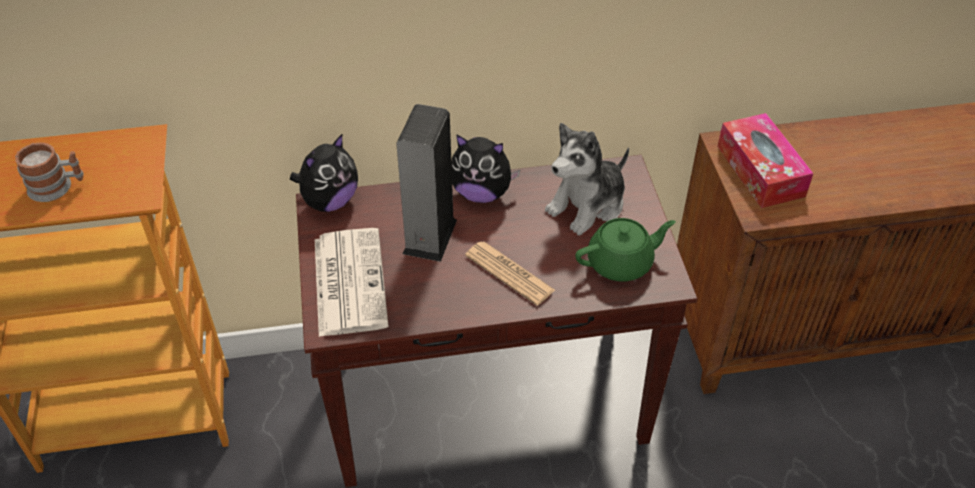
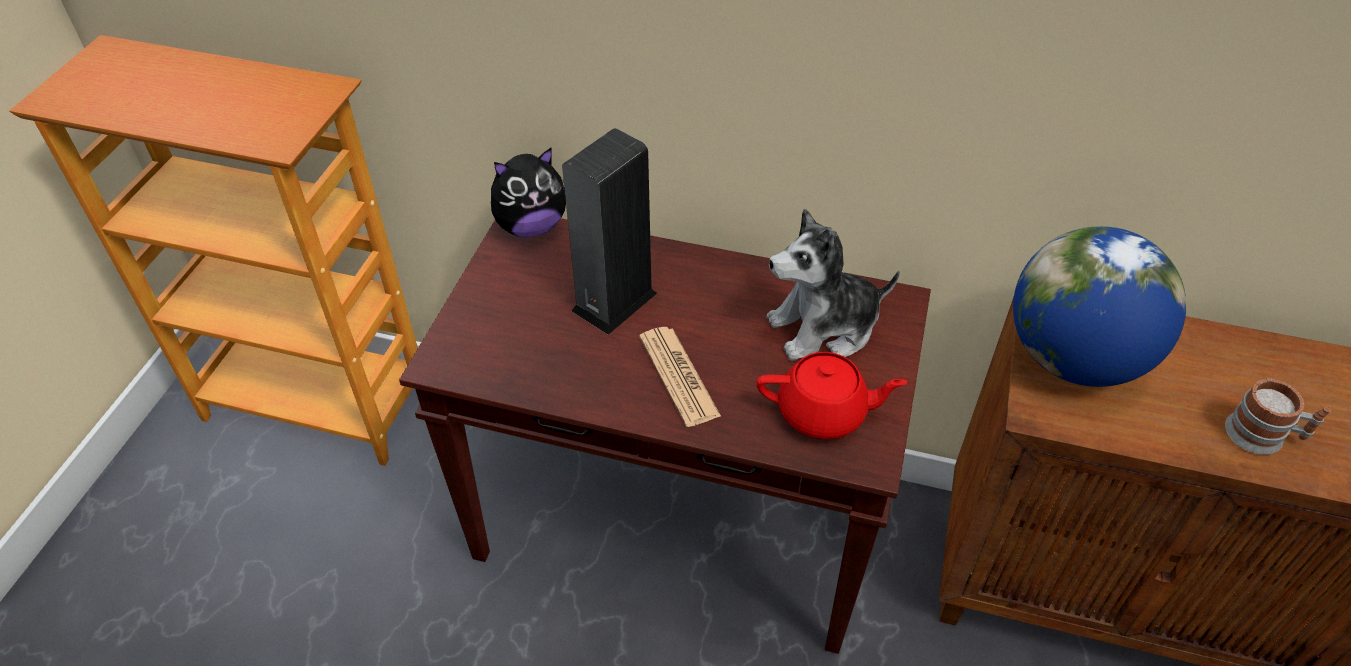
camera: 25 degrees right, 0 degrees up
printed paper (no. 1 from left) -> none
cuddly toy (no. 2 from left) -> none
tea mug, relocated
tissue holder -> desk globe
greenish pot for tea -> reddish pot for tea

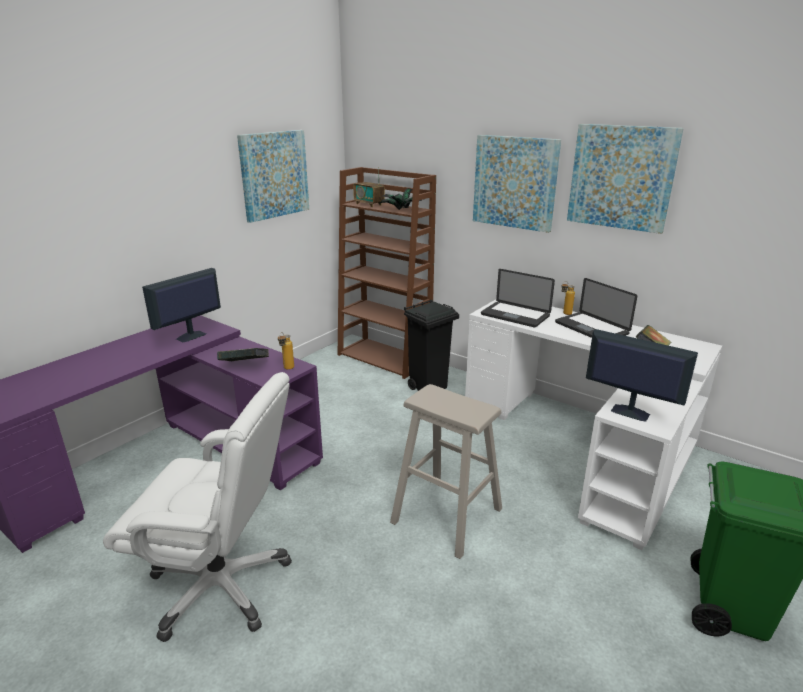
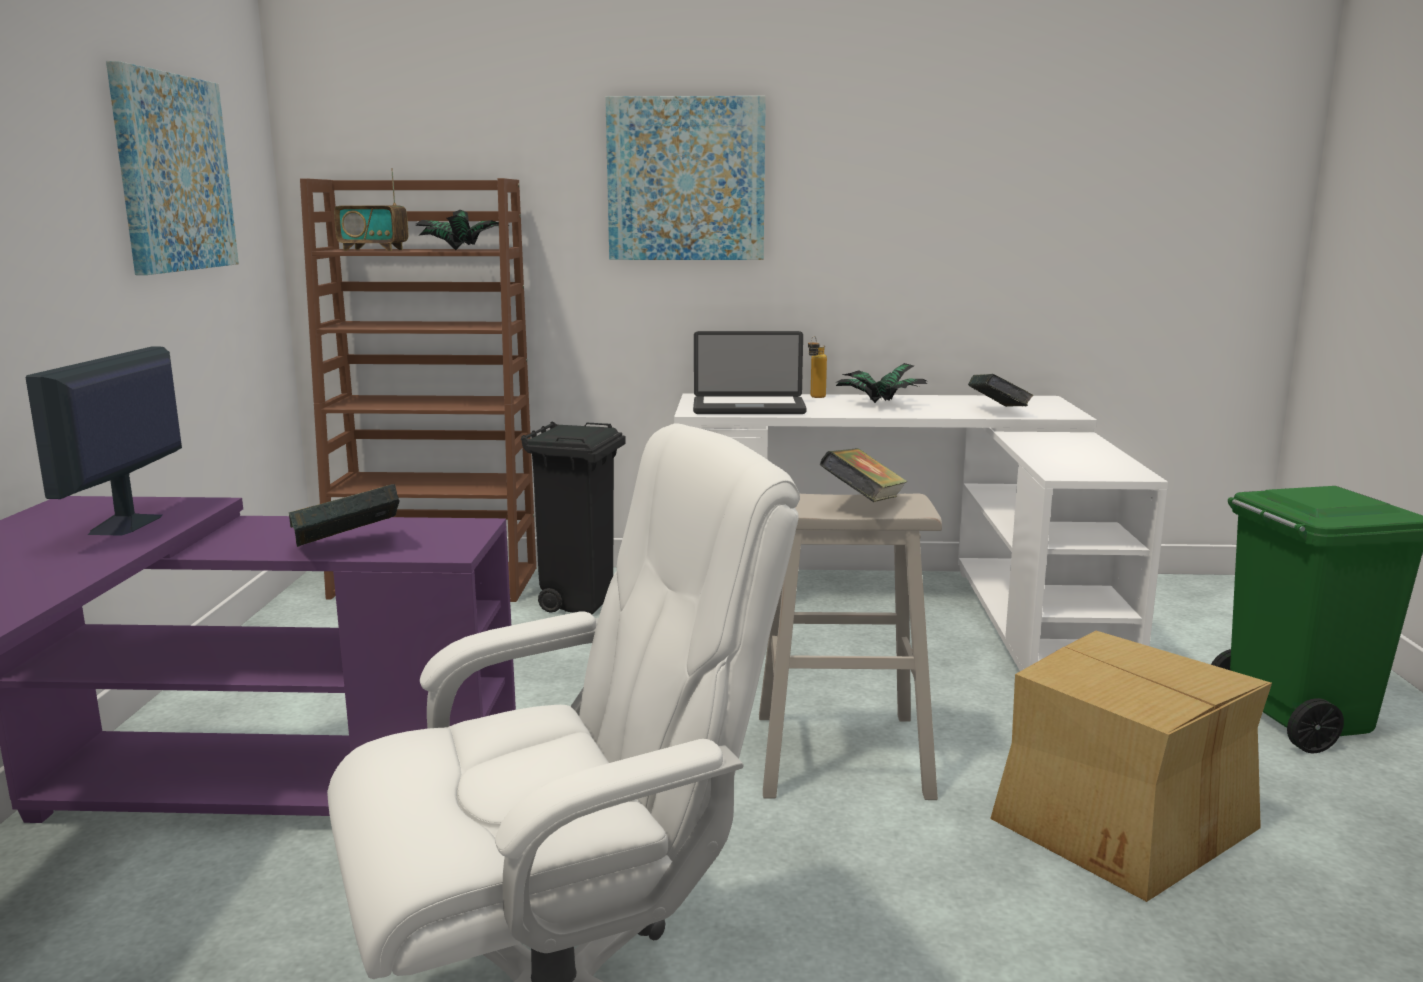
camera: 35 degrees left, 10 degrees down
drink bottle (no. 1 from left) -> none
picture (no. 3 from left) -> none
monitor (no. 2 from left) -> none
none -> bound book (no. 2 from left)
none -> packing box
portable computer (no. 2 from left) -> plant in a pot (no. 2 from left)

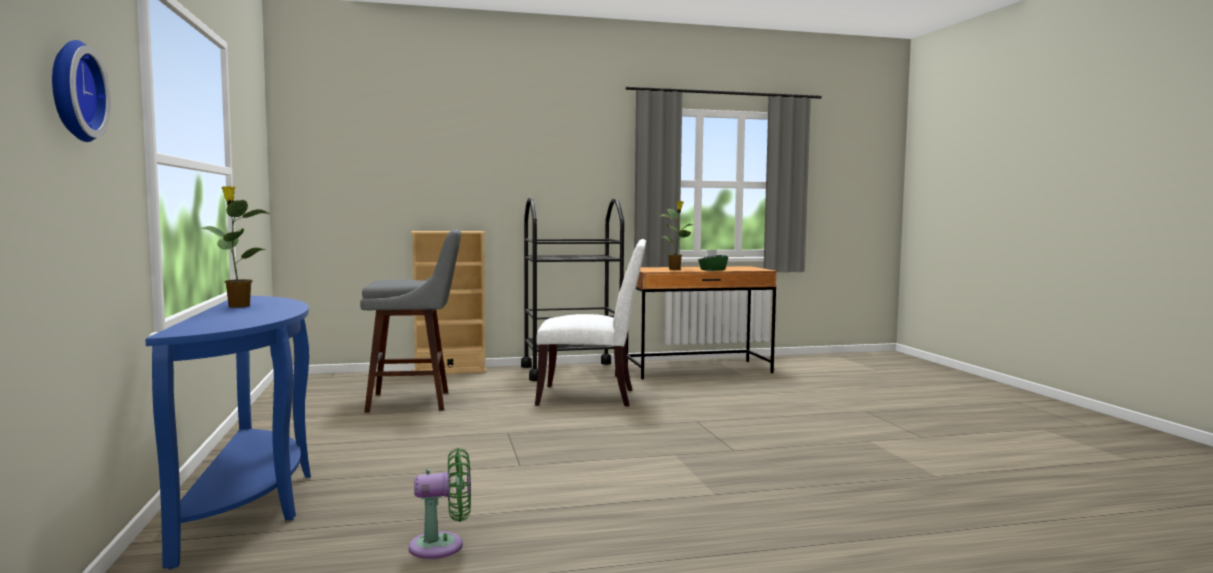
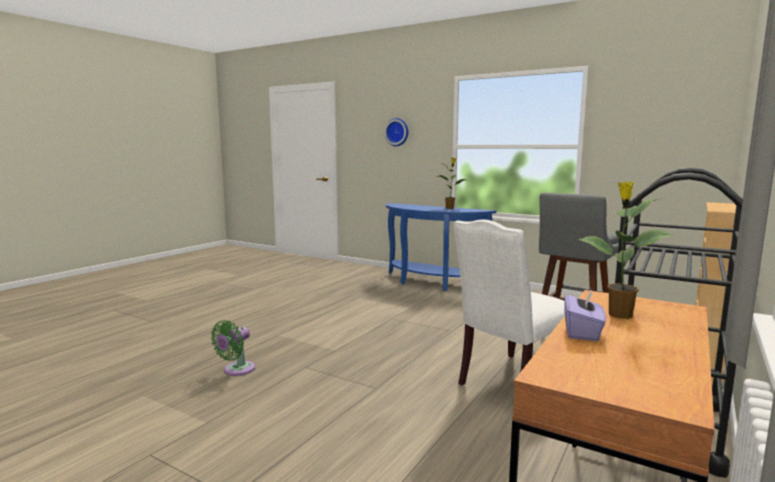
camera: 135 degrees right, 5 degrees up
greenish fan, relocated
greenish tissue holder -> purplish tissue holder

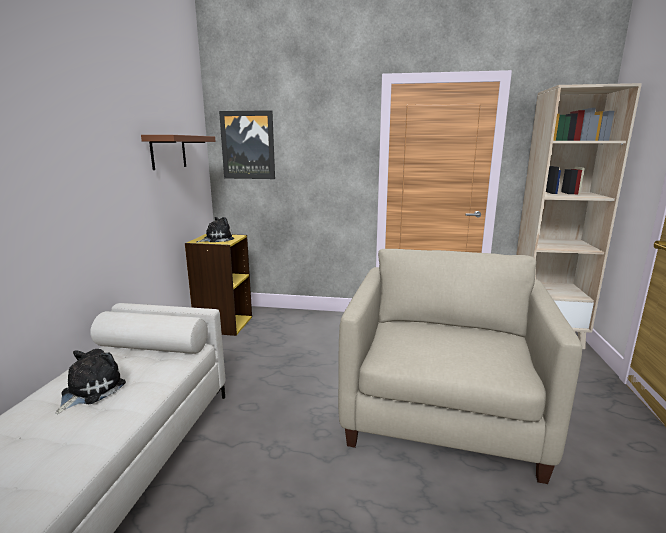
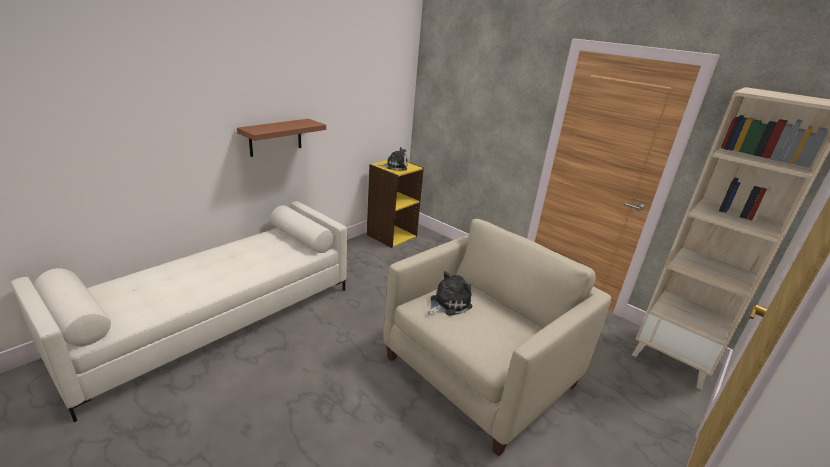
camera: 30 degrees right, 10 degrees up
picture -> none
cuddly toy (no. 1 from left in the first image) -> cuddly toy (no. 2 from left), relocated
brown-coloured shelf, relocated

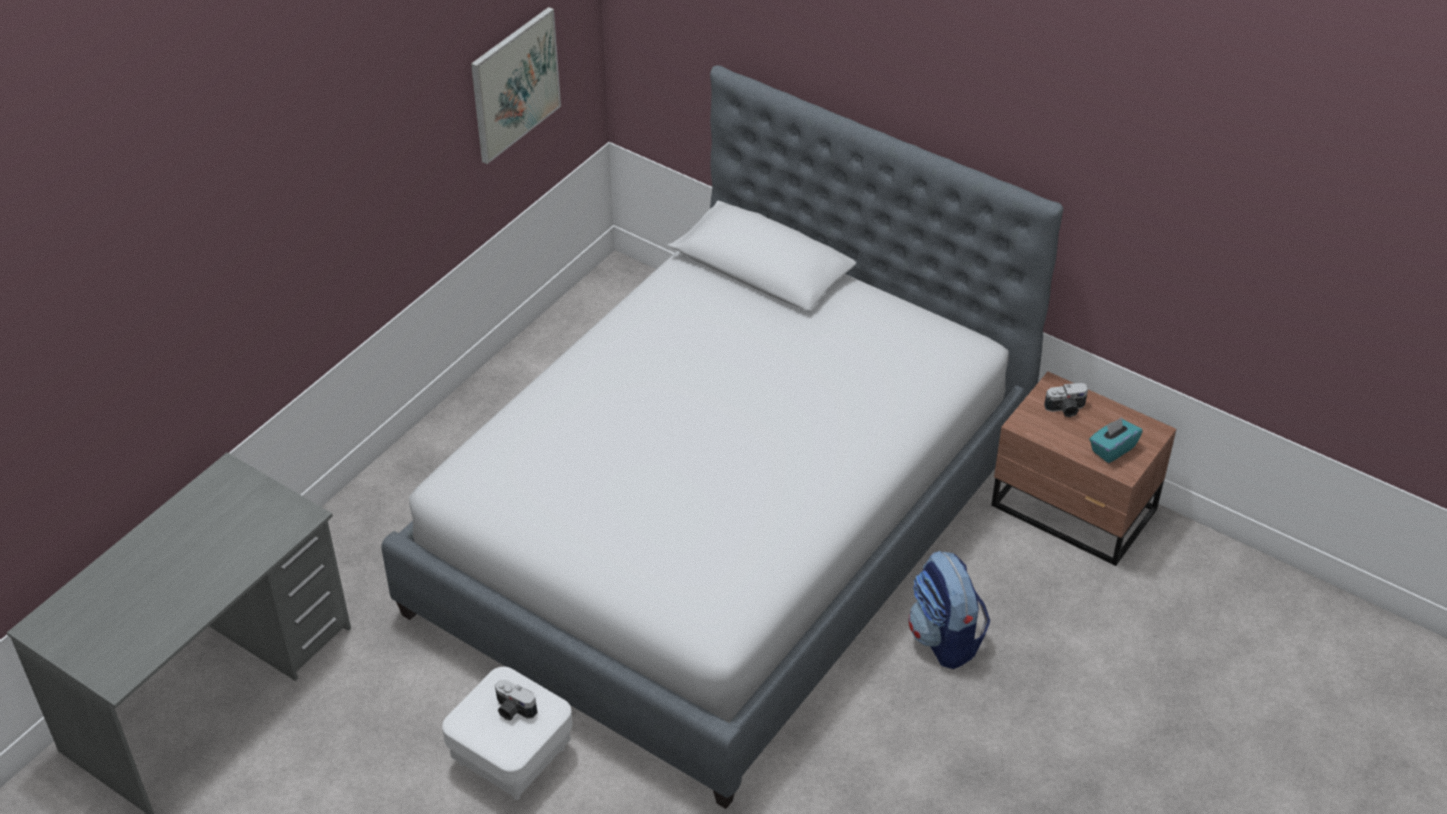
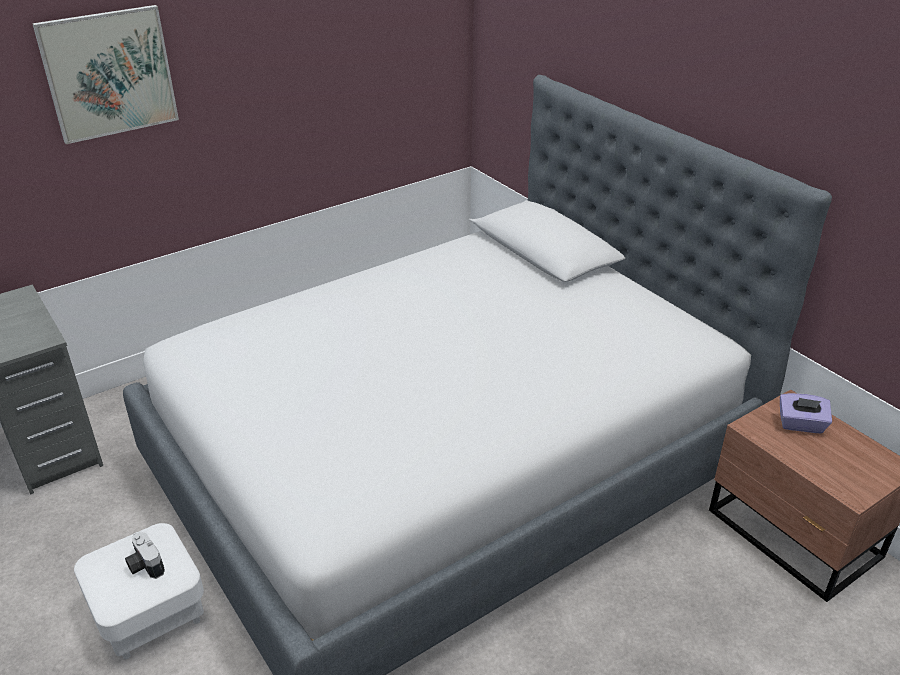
camera: 20 degrees right, 10 degrees down
knapsack -> none
turquoise-coloured tissue holder -> none
picture, relocated
photo camera (no. 2 from left) -> purplish tissue holder

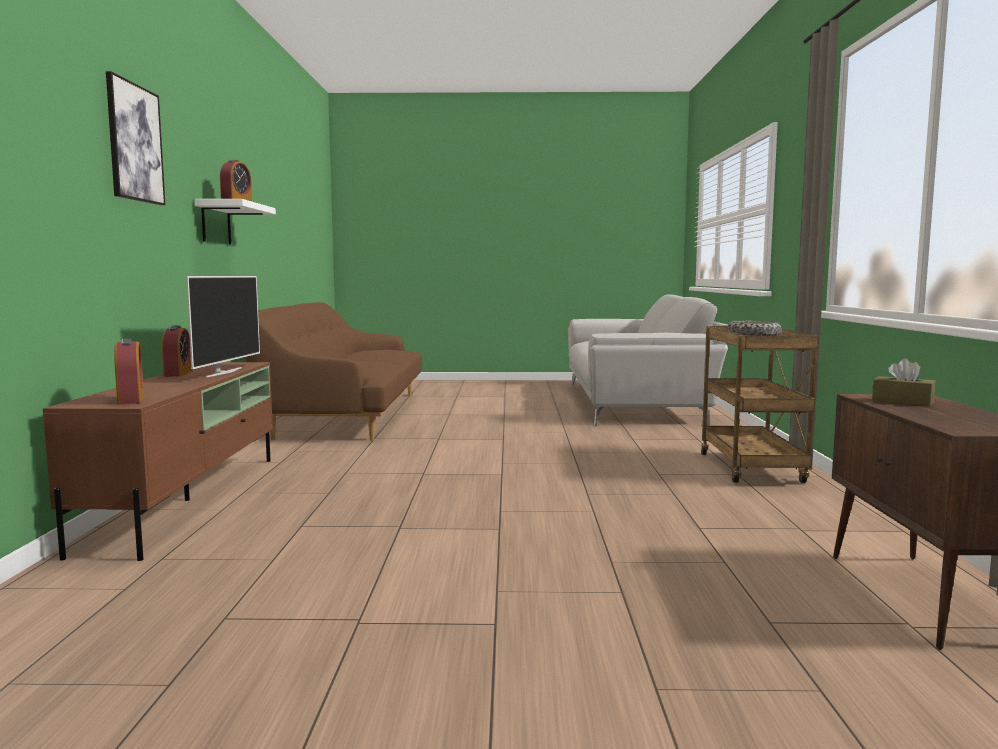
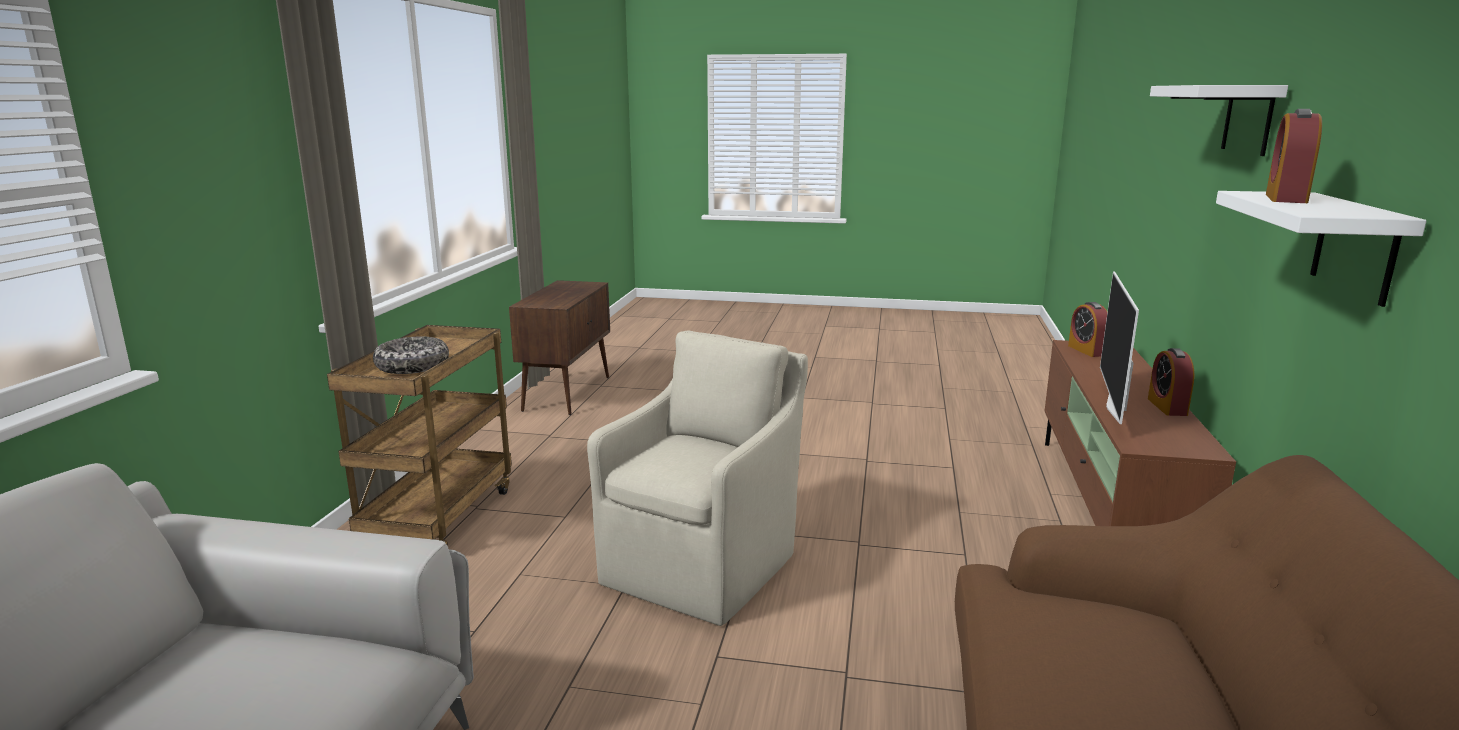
camera: 170 degrees left, 10 degrees up
brown-coloured tissue holder -> none
none -> sand-coloured armchair
picture -> whitish shelf (no. 1 from left)

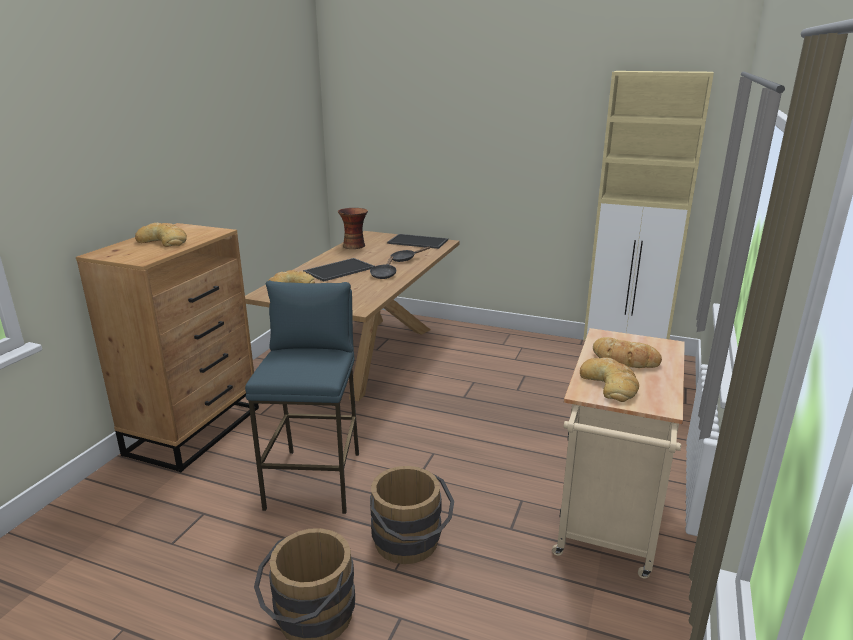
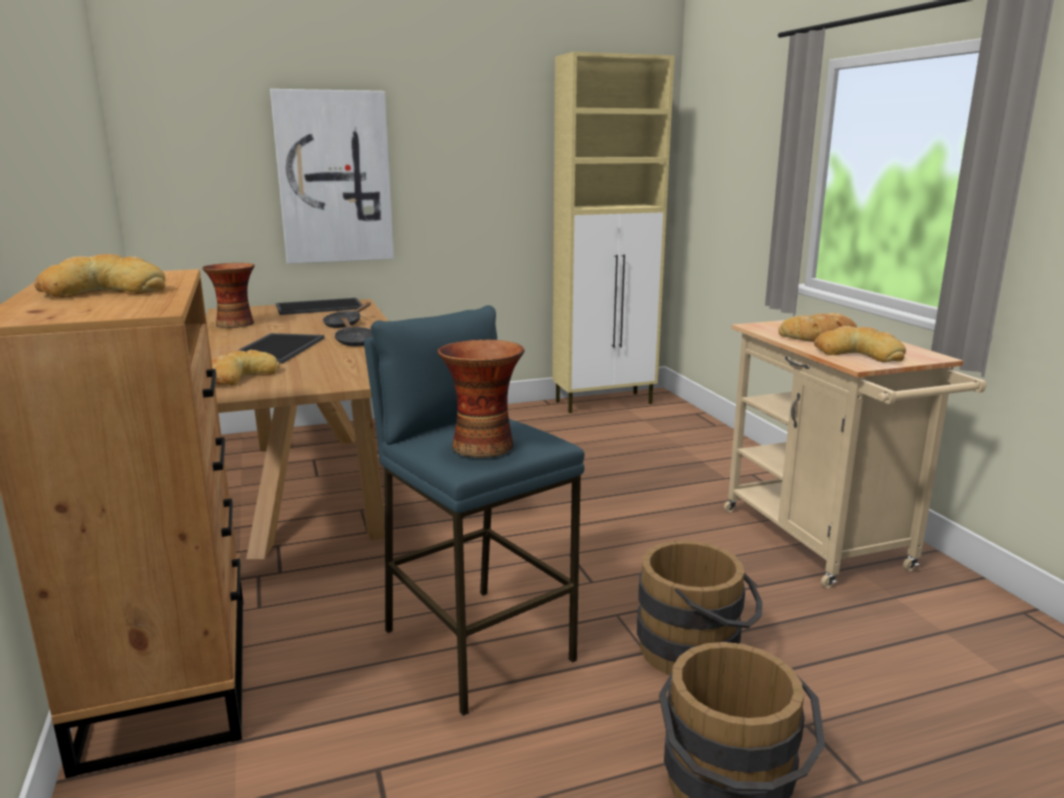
camera: 40 degrees left, 5 degrees down
none -> picture
none -> flower vase (no. 2 from left)

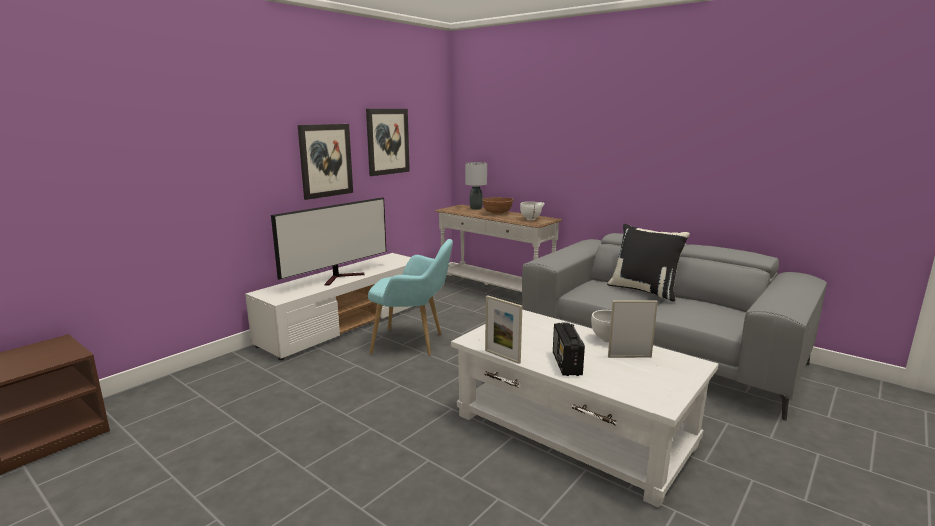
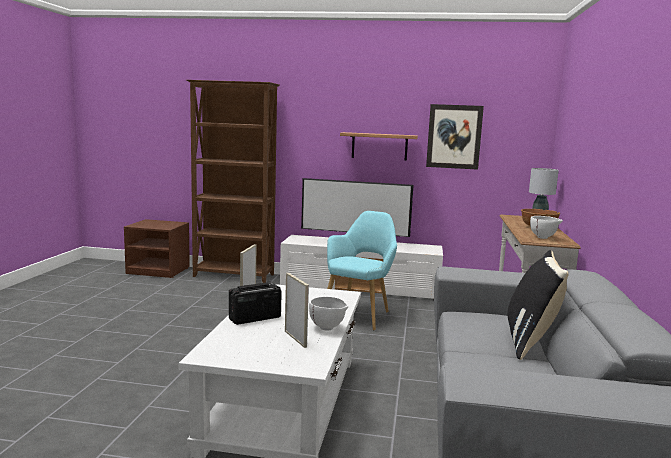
camera: 60 degrees right, 5 degrees down
none -> brown-coloured bookshelf
picture (no. 1 from left) -> shelf
turquoise-coloured armchair, 135 degrees counterclockwise

